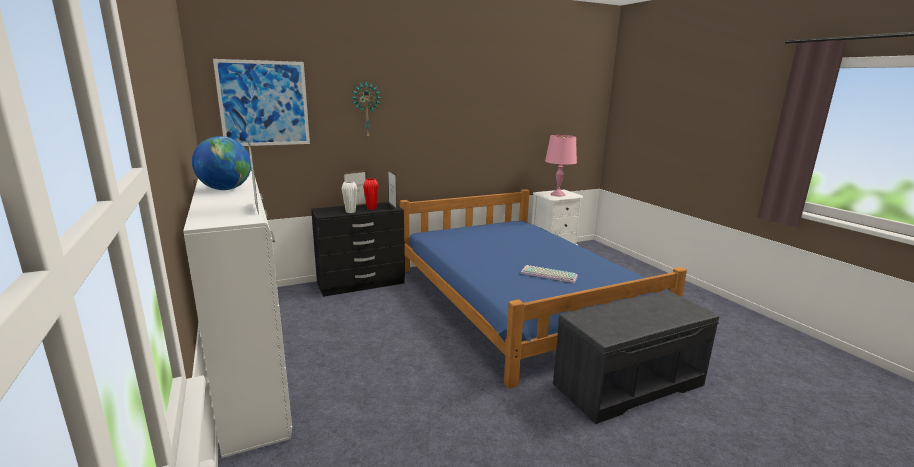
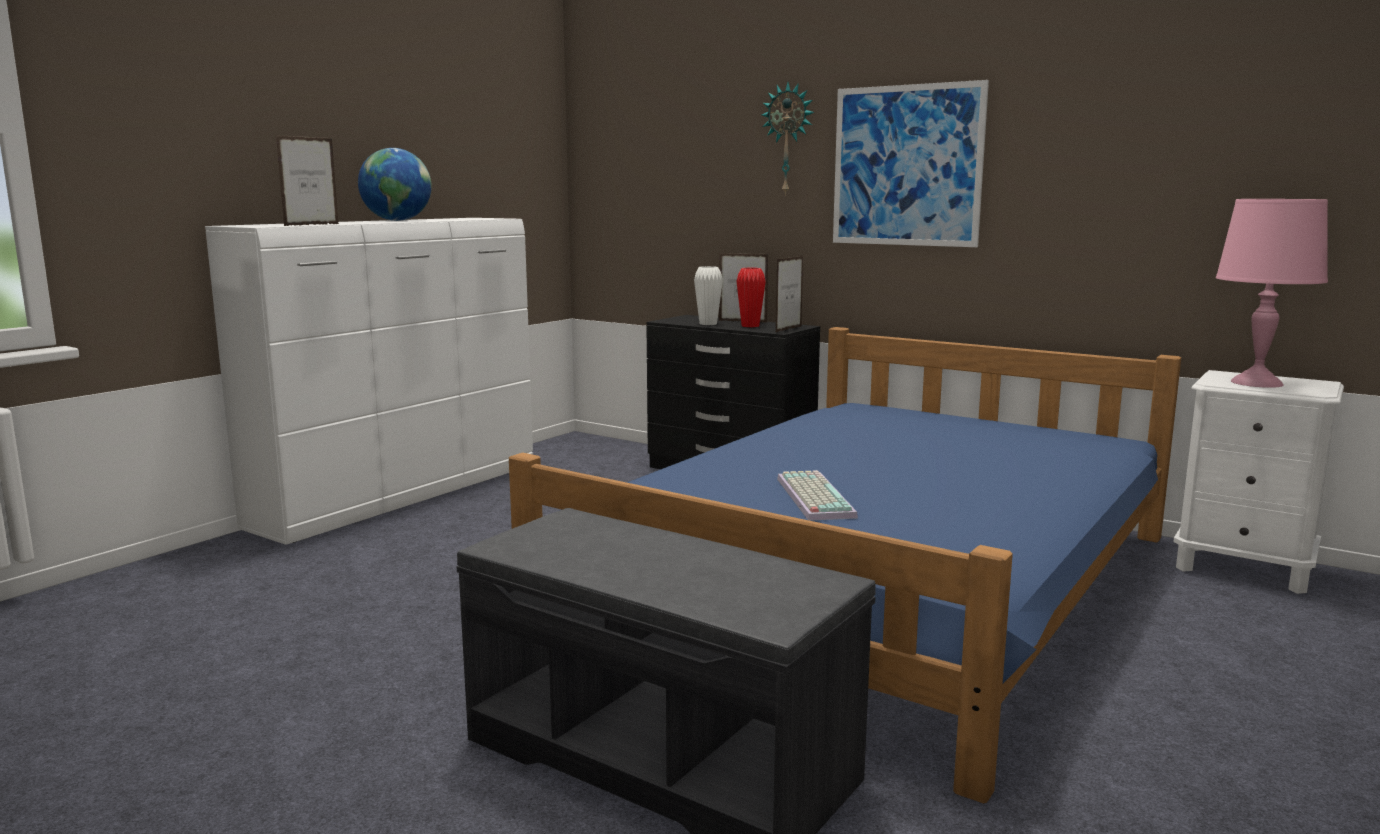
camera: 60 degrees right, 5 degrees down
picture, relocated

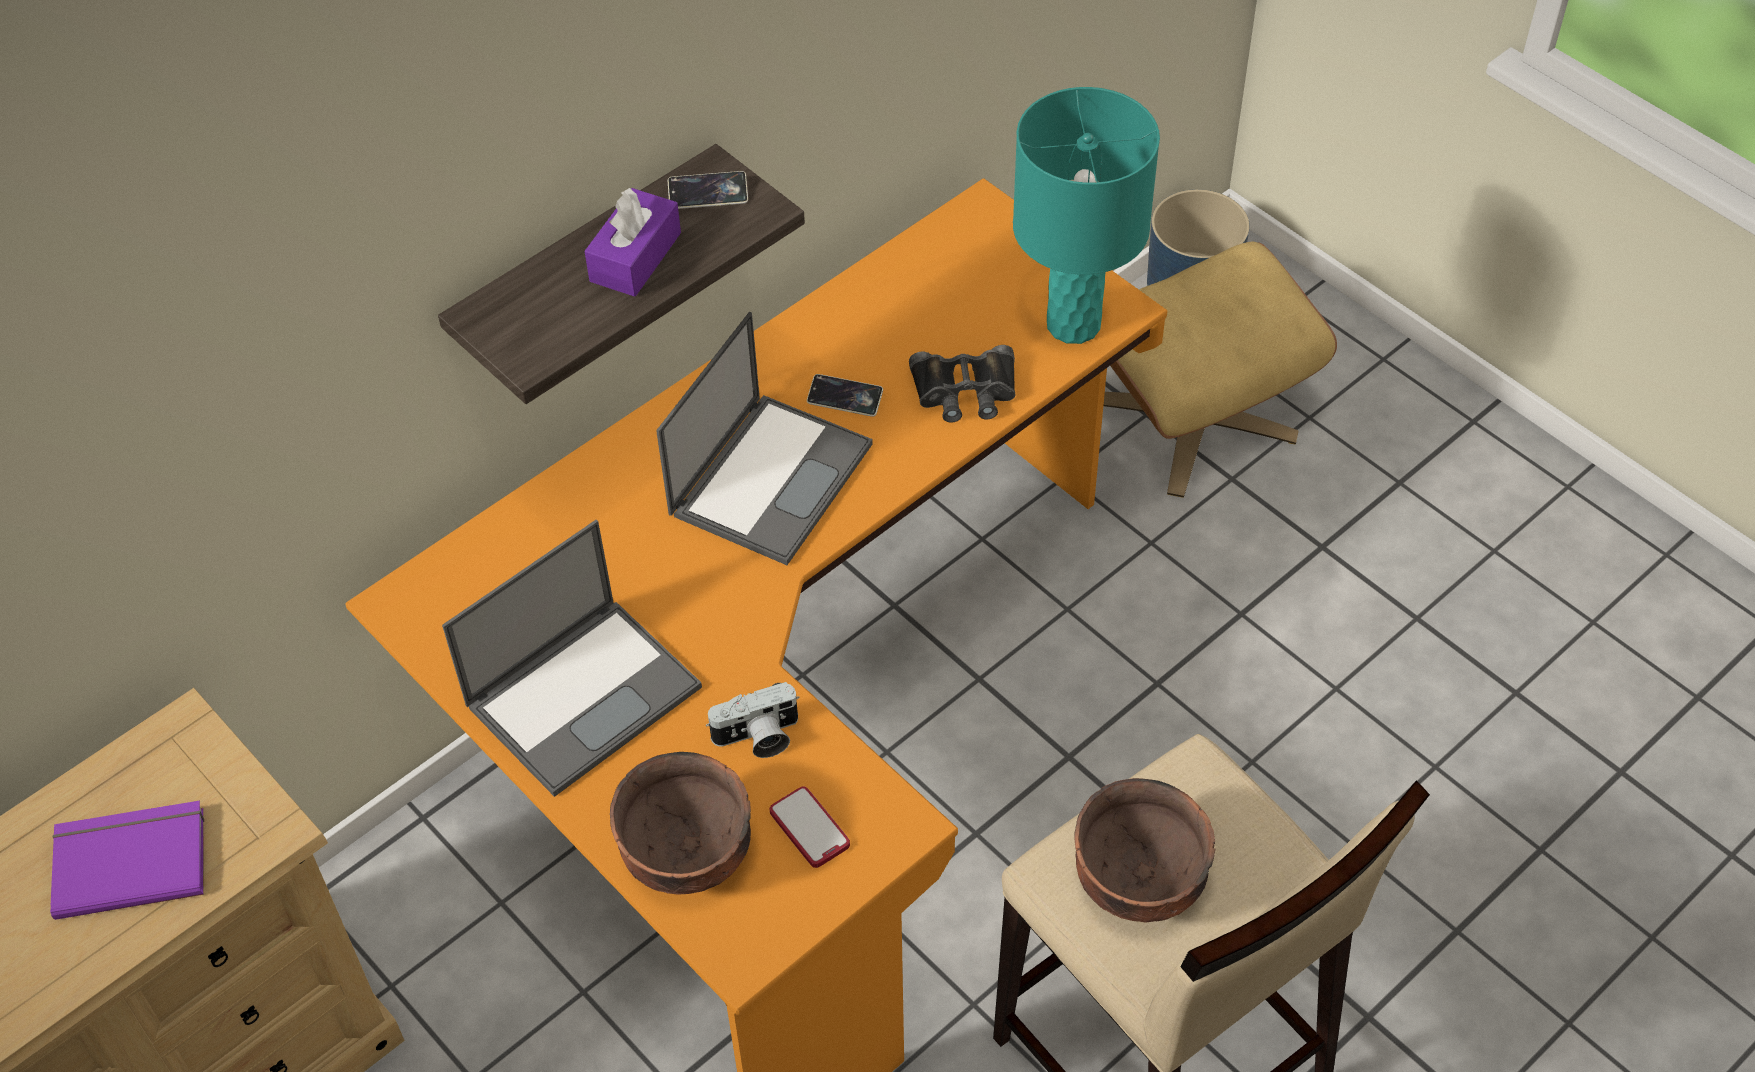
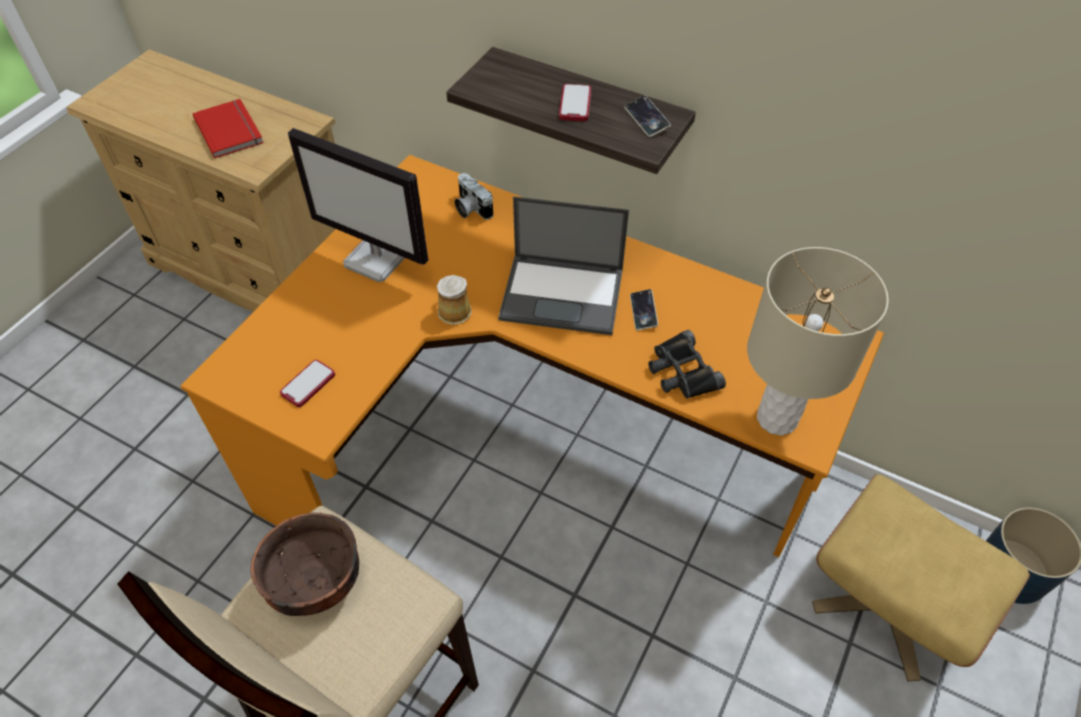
camera: 70 degrees right, 0 degrees up
brown-coloured serving bowl (no. 1 from left) -> none
none -> tea mug
photo camera, relocated
portable computer (no. 1 from left) -> monitor
purplish tissue holder -> handset (no. 2 from left)
purplish bound book -> reddish bound book
turquoise-coloured table lamp -> sand-coloured table lamp

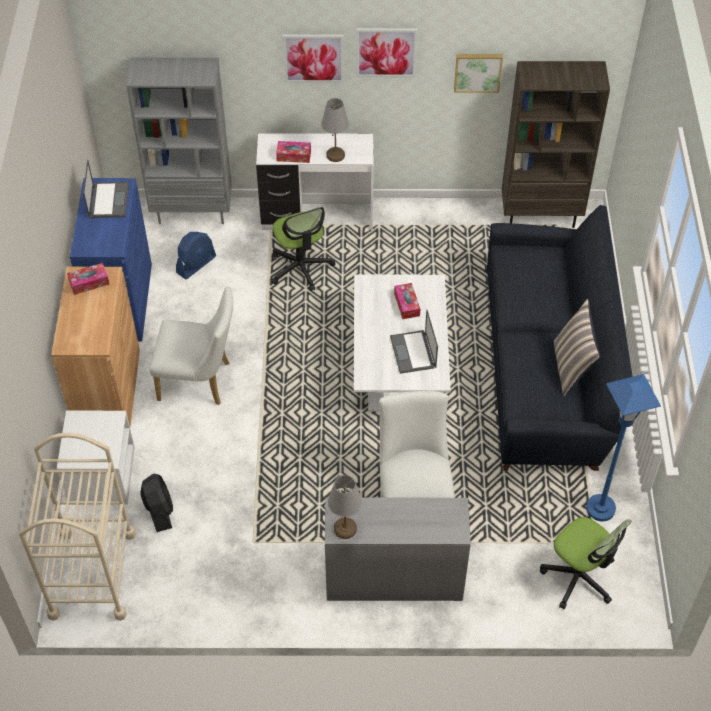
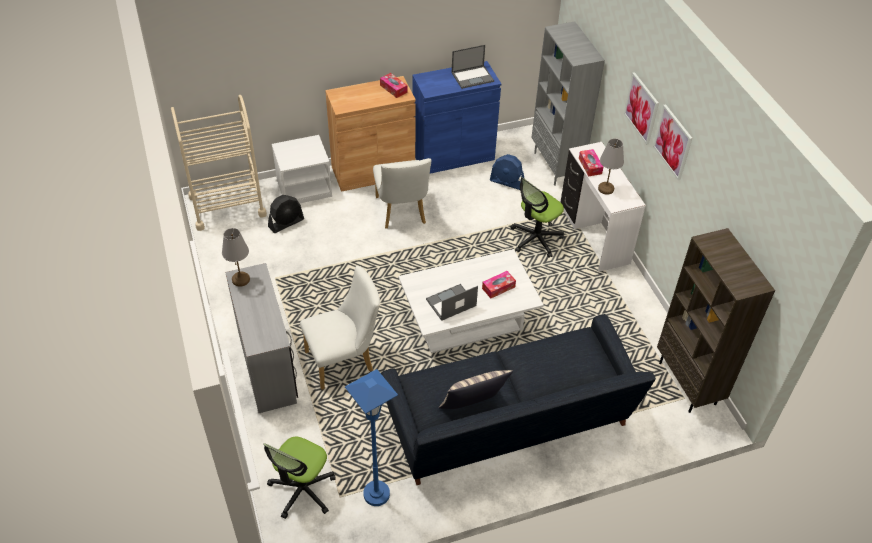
camera: 70 degrees right, 5 degrees down
picture (no. 3 from left) -> none

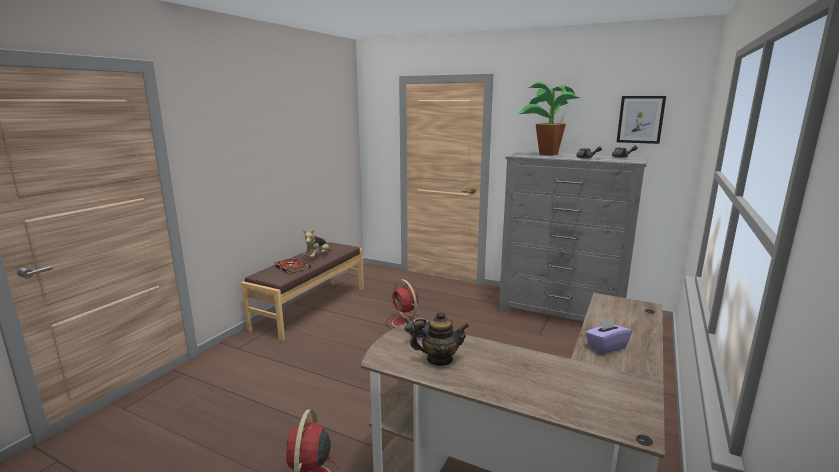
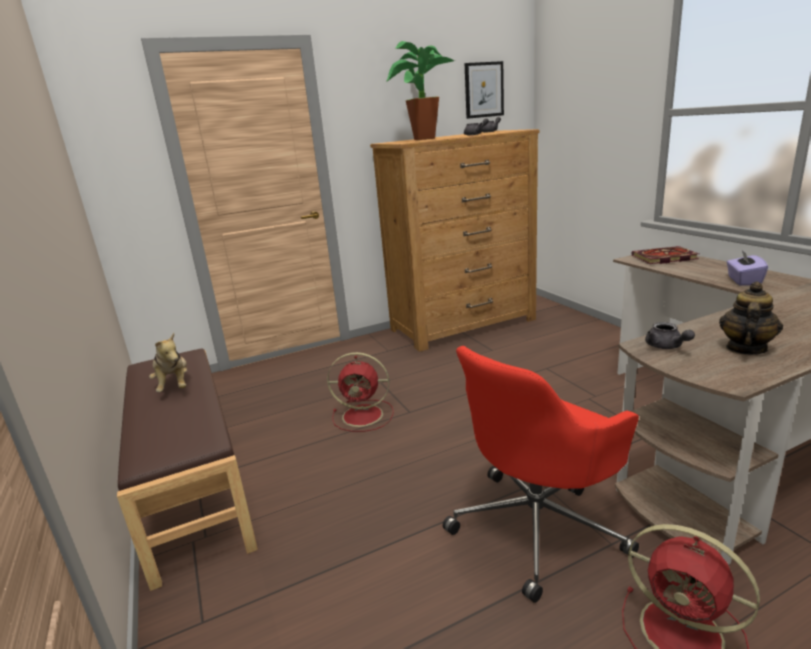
camera: 50 degrees left, 5 degrees up
none -> reddish computer chair
bound book, relocated
greyish chest of drawers -> brown-coloured chest of drawers

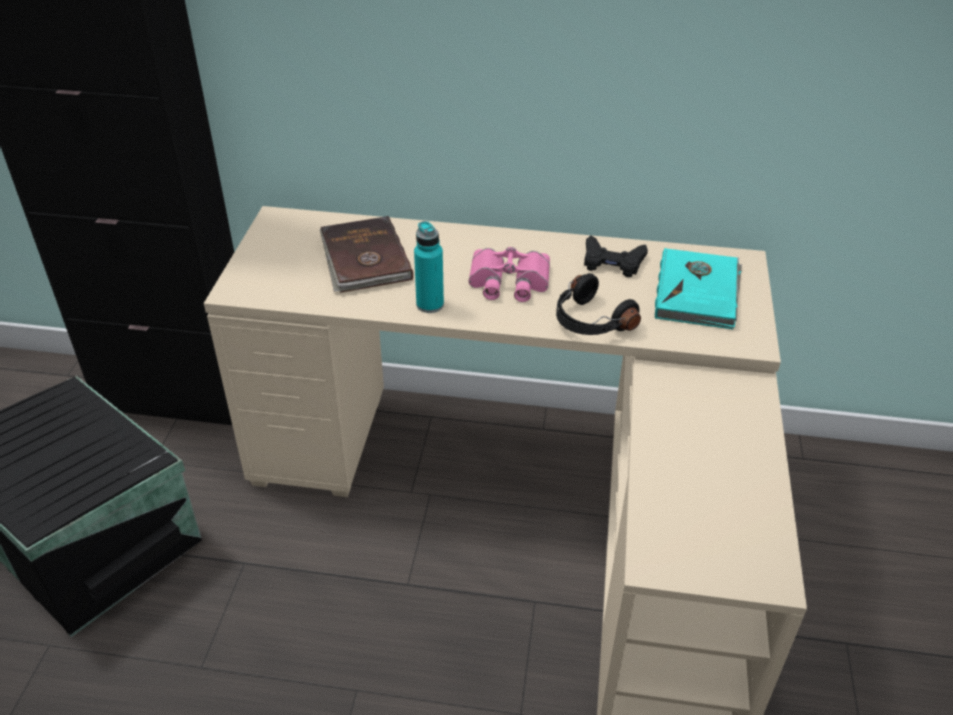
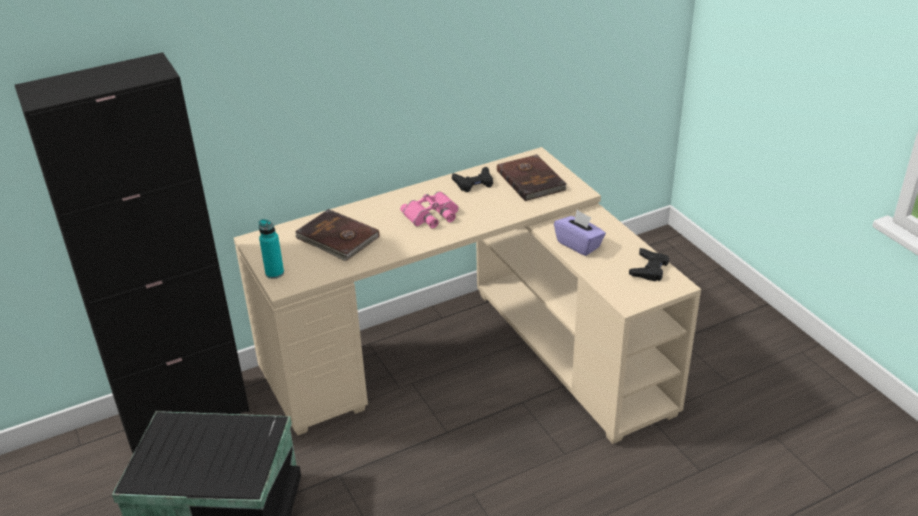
camera: 35 degrees left, 5 degrees down
black pair of headphones -> none
none -> purplish tissue holder
none -> black gamepad (no. 2 from left)
turquoise-coloured drink bottle, relocated
turquoise-coloured bound book -> brown-coloured bound book (no. 2 from left)

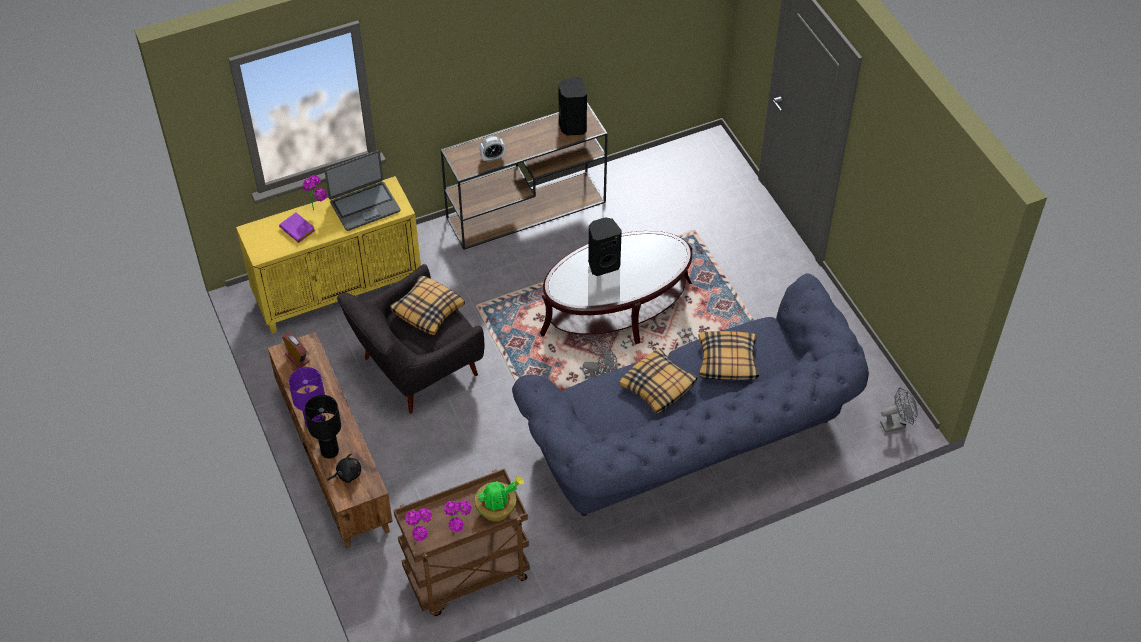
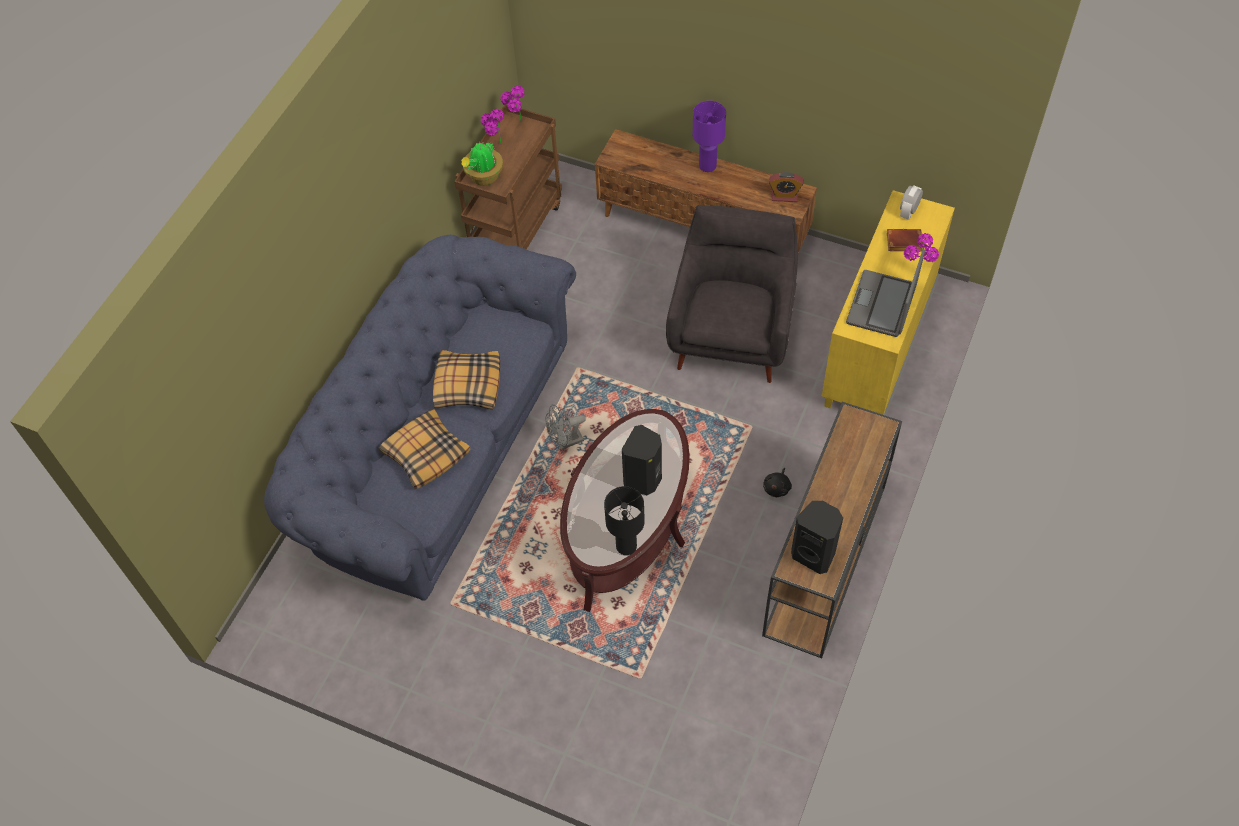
camera: 140 degrees right, 5 degrees up
throw pillow (no. 1 from left) -> none
greyish fan (no. 2 from left) -> none
black table lamp, relocated
black cuddly toy, relocated
table clock (no. 2 from left), relocated
purplish bound book -> brown-coloured bound book

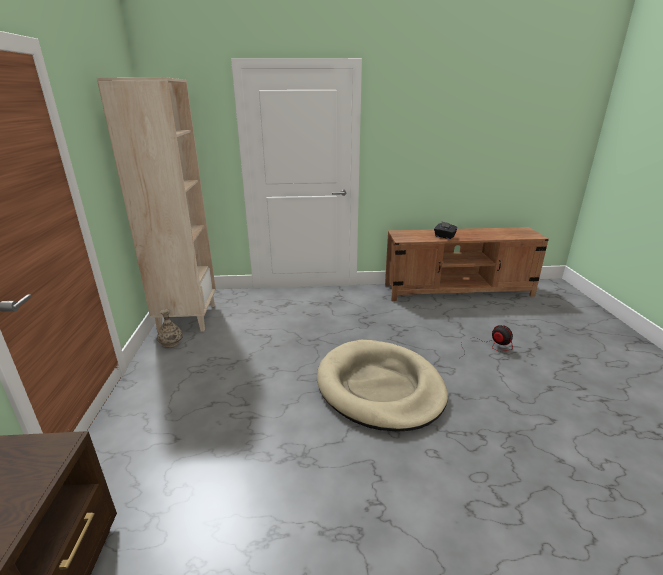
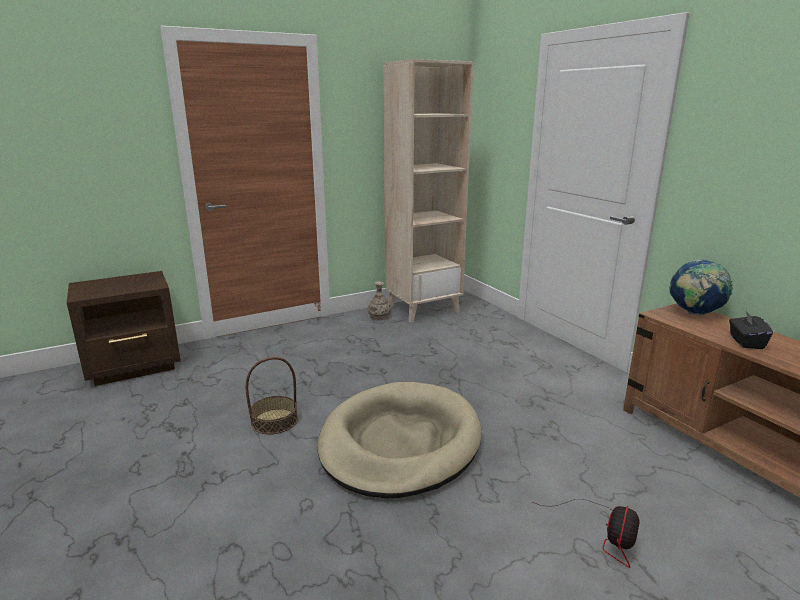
camera: 65 degrees right, 5 degrees down
none -> household basket
none -> desk globe

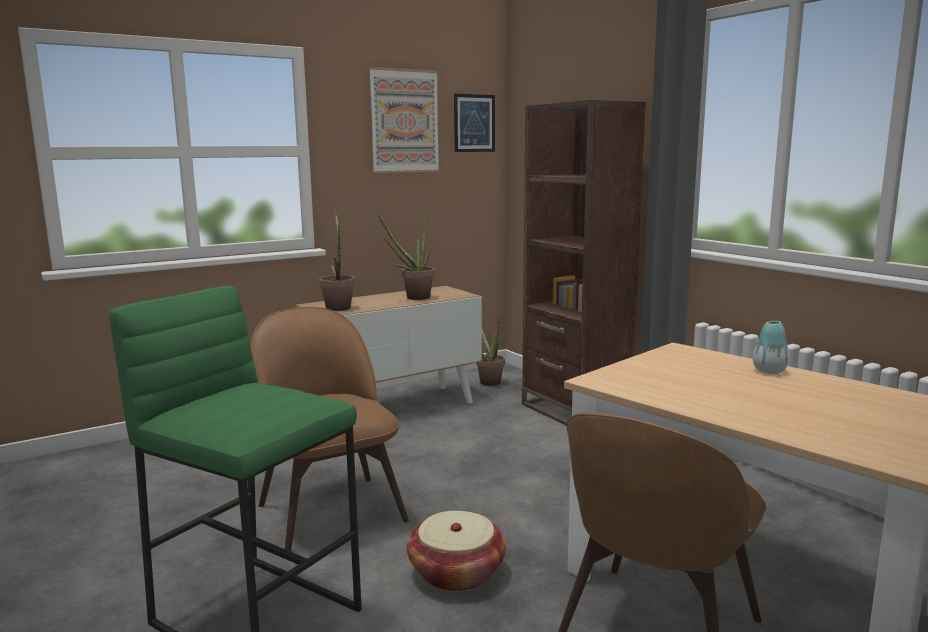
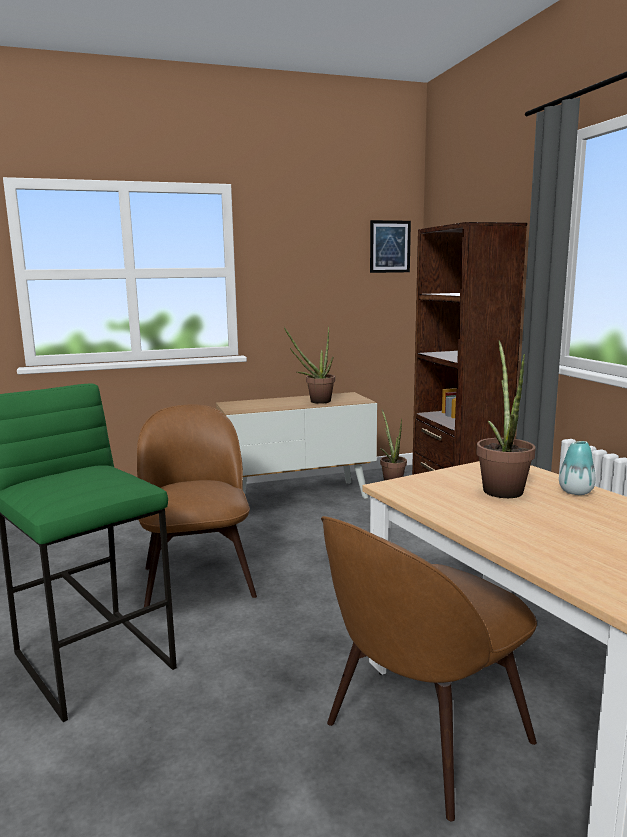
camera: 15 degrees right, 0 degrees up
picture (no. 1 from left) -> none
household basket -> none
plant in a pot (no. 1 from left in the first image) -> plant in a pot (no. 3 from left), relocated

